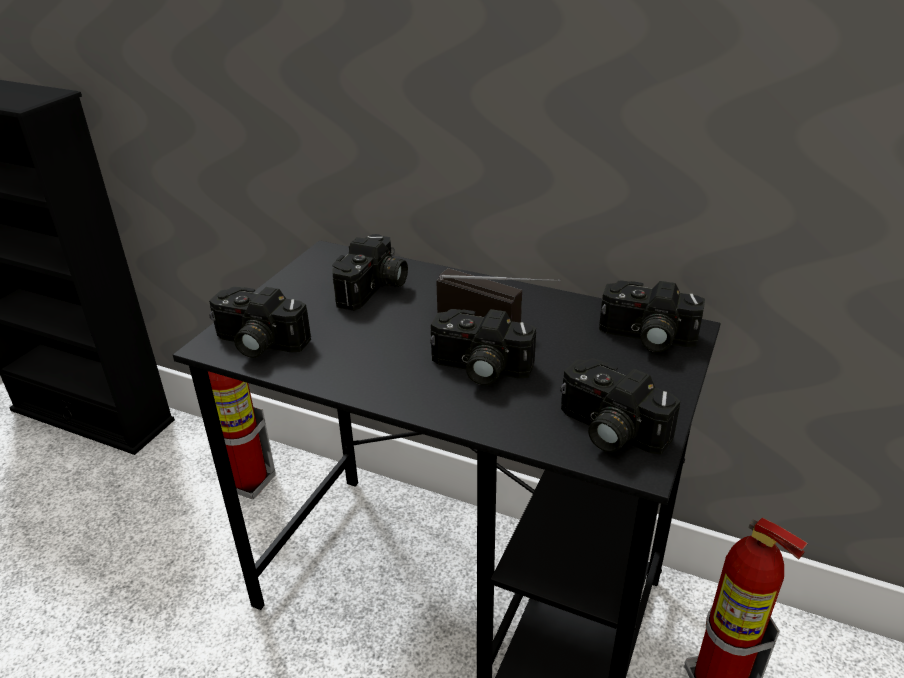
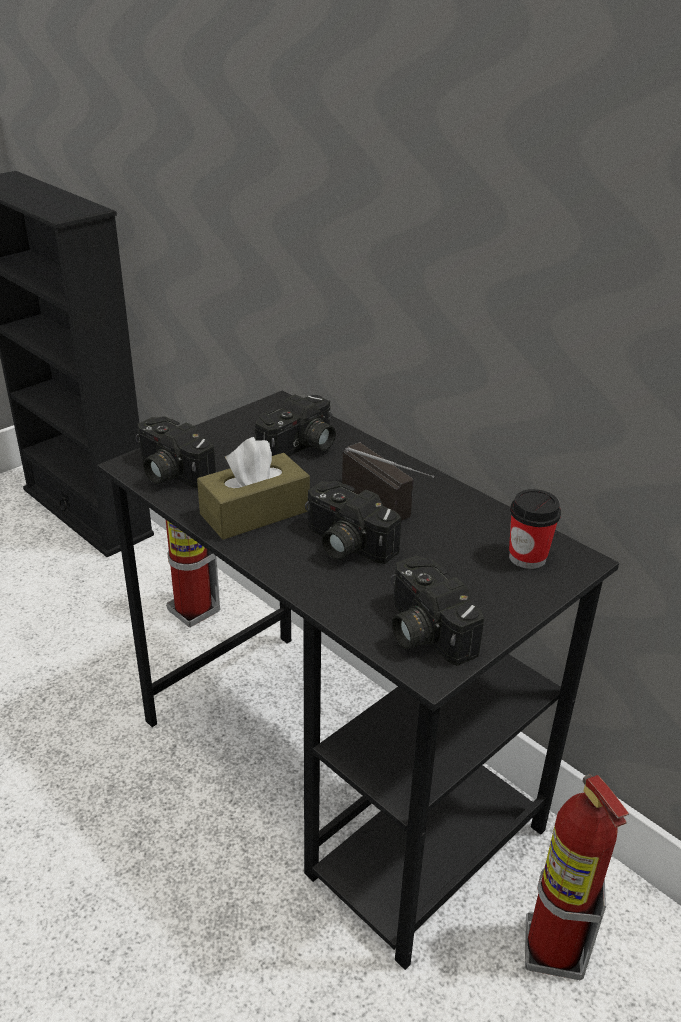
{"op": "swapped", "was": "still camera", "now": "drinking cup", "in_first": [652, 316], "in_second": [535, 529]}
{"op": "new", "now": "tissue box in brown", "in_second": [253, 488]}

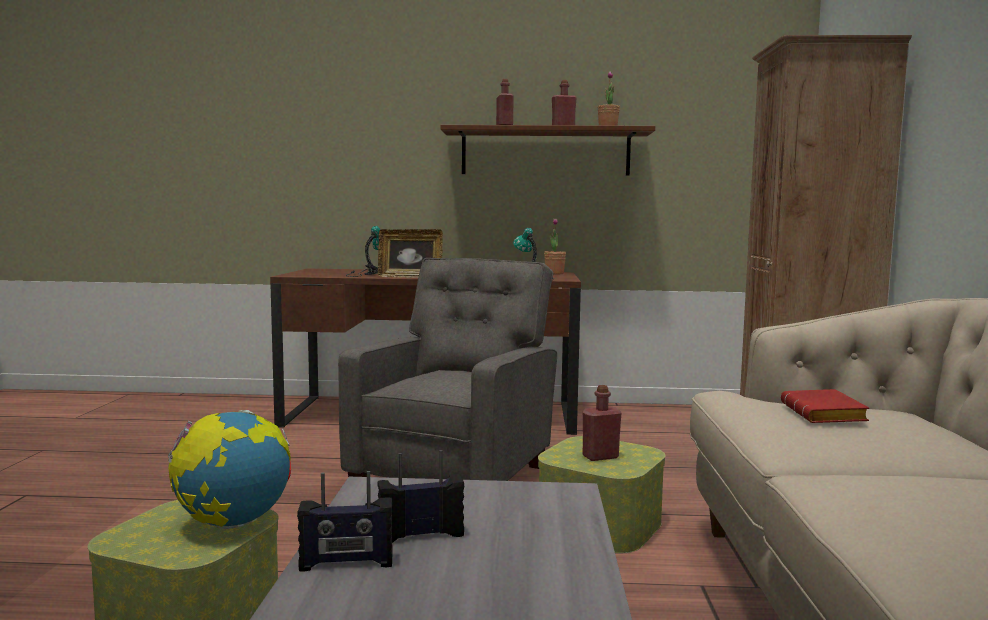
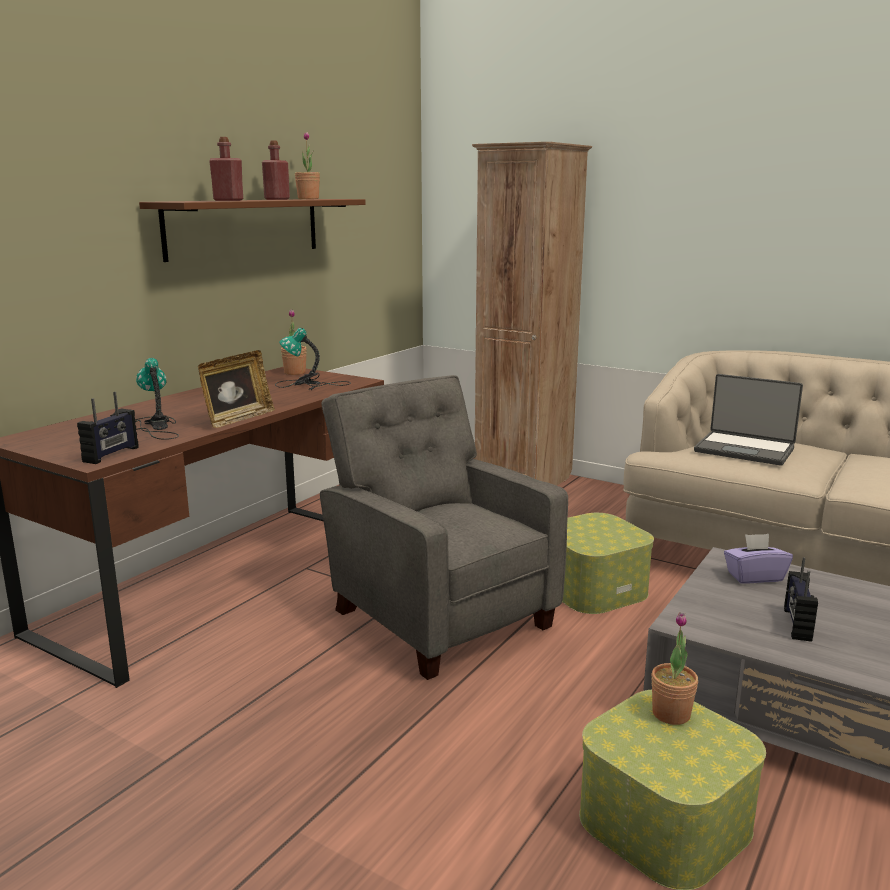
{"op": "swapped", "was": "globe", "now": "houseplant", "in_first": [229, 469], "in_second": [674, 668]}
{"op": "shifted", "was": "radio", "in_first": [345, 521], "in_second": [107, 428]}
{"op": "gone", "was": "beverage bottle in red-coloured", "in_first": [602, 423]}
{"op": "swapped", "was": "bound book in red-coloured", "now": "laptop", "in_first": [825, 406], "in_second": [748, 419]}
{"op": "new", "now": "tissue box in purple", "in_second": [758, 559]}

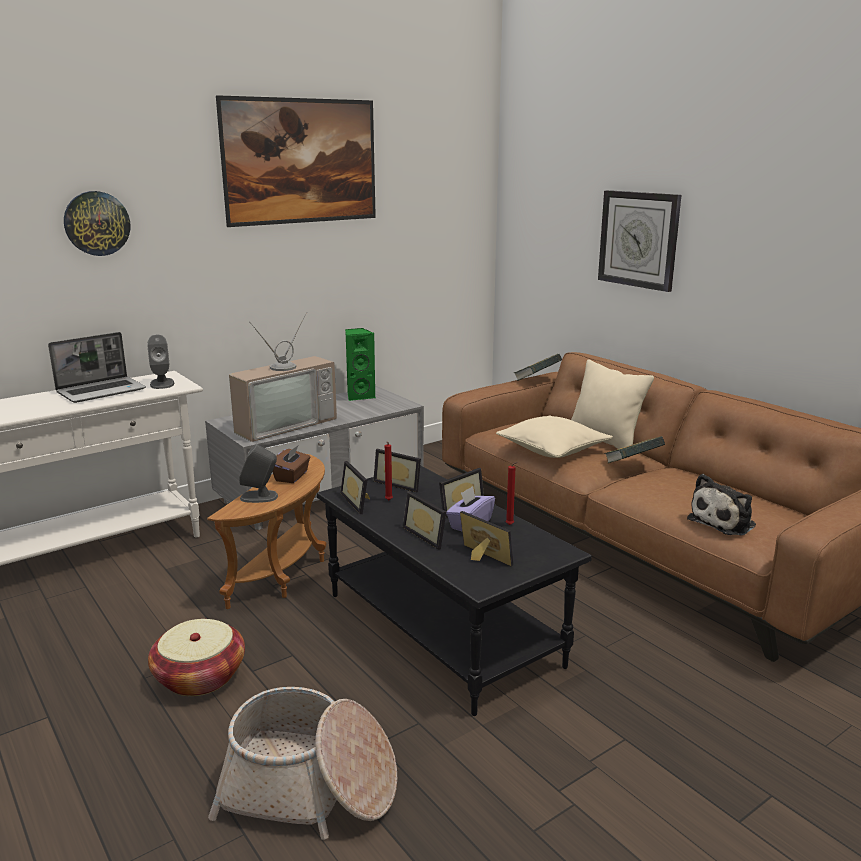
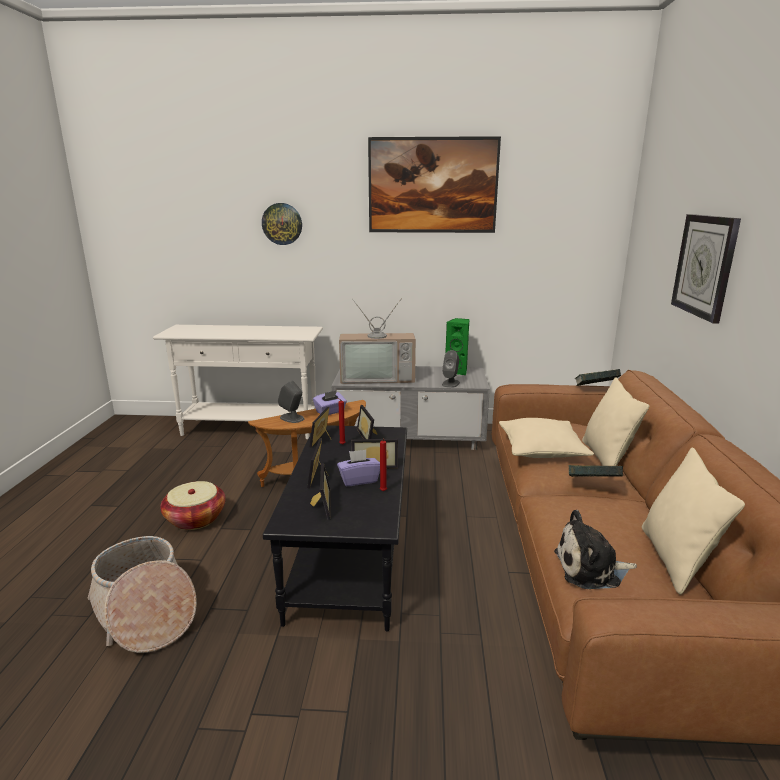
{"op": "gone", "was": "laptop", "in_first": [97, 367]}
{"op": "shifted", "was": "speaker in greyish", "in_first": [160, 362], "in_second": [451, 369]}
{"op": "repainted", "was": "tissue box in brown", "now": "tissue box in purple", "in_first": [291, 464], "in_second": [330, 402]}
{"op": "new", "now": "throw pillow in beige-coloured", "in_second": [693, 521]}

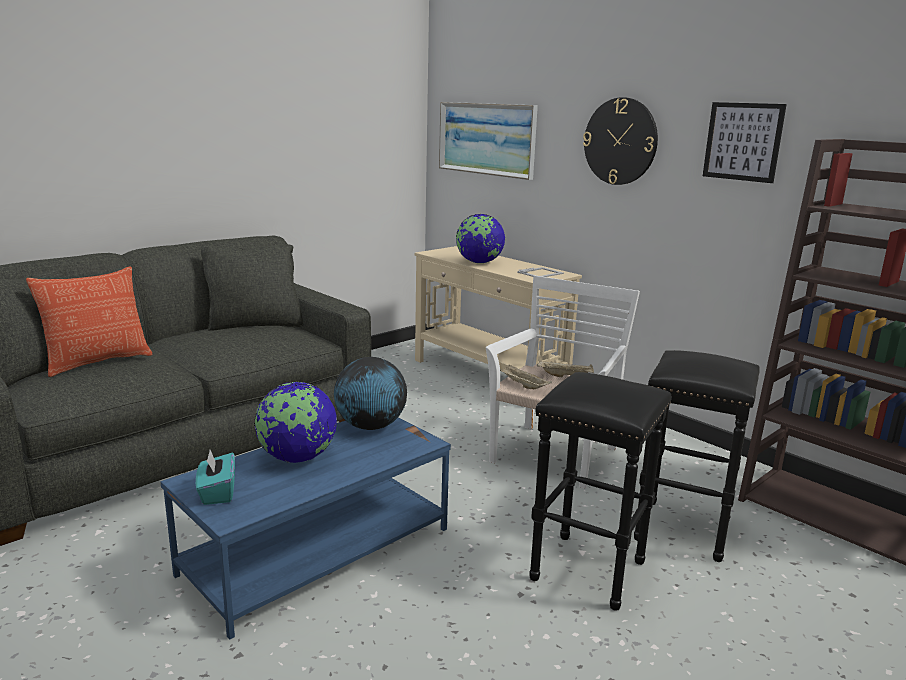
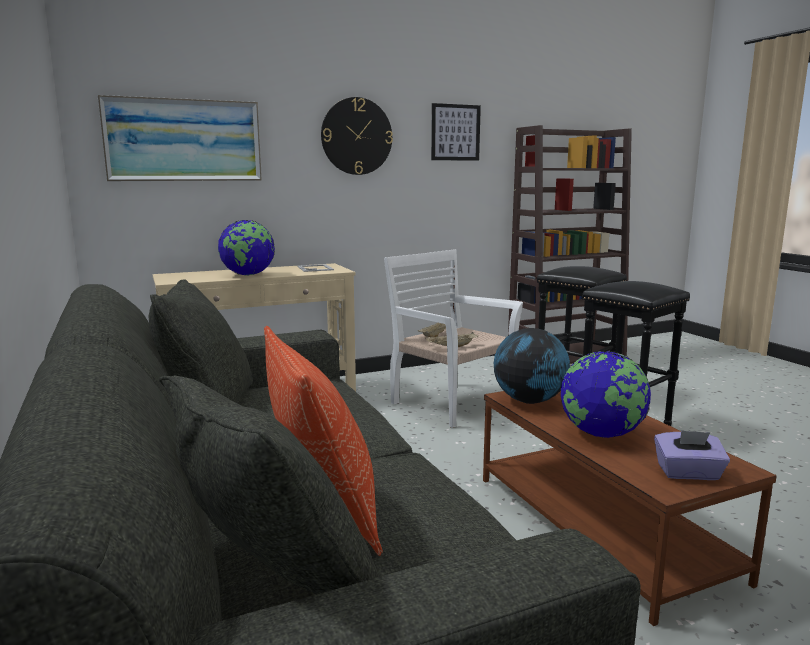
{"op": "repainted", "was": "lounge table in bluish", "now": "lounge table in brown", "in_first": [305, 528], "in_second": [630, 508]}
{"op": "repainted", "was": "tissue box in turquoise-coloured", "now": "tissue box in purple", "in_first": [215, 477], "in_second": [692, 455]}

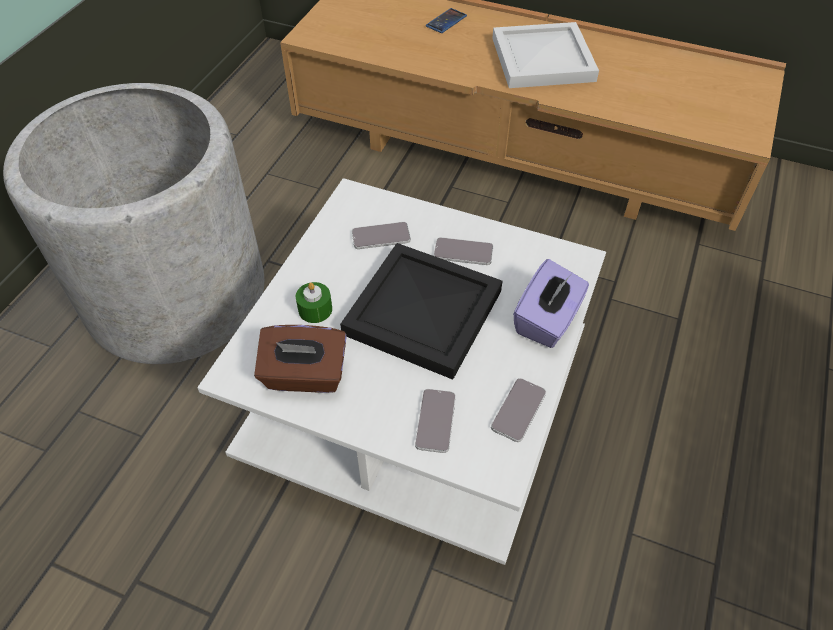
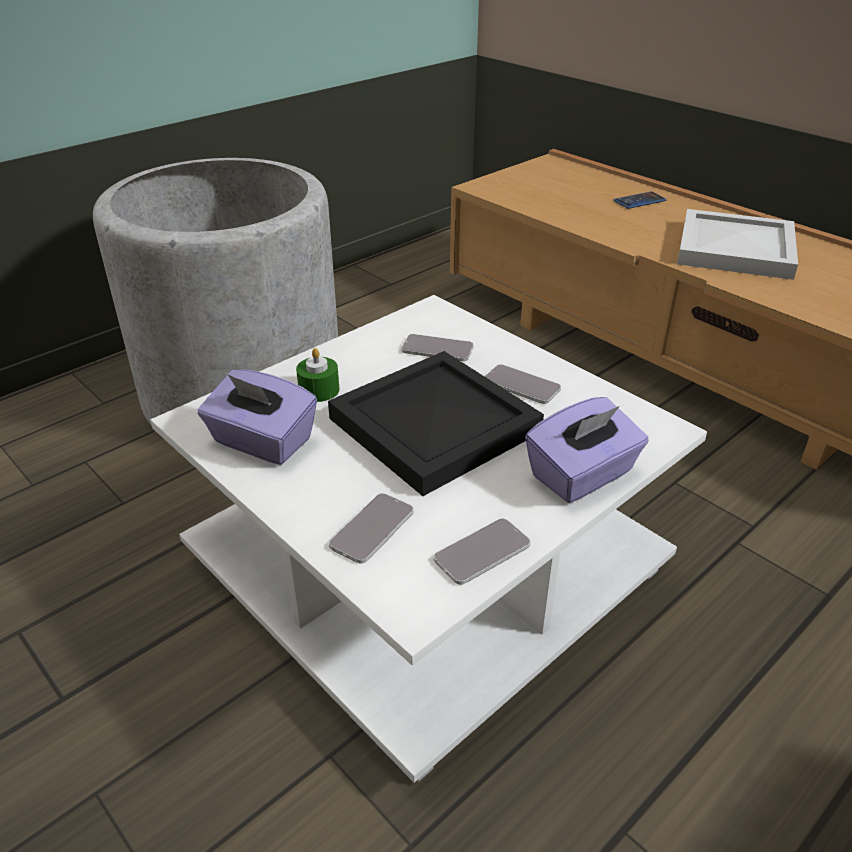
{"op": "repainted", "was": "tissue box in brown", "now": "tissue box in purple", "in_first": [300, 359], "in_second": [257, 417]}

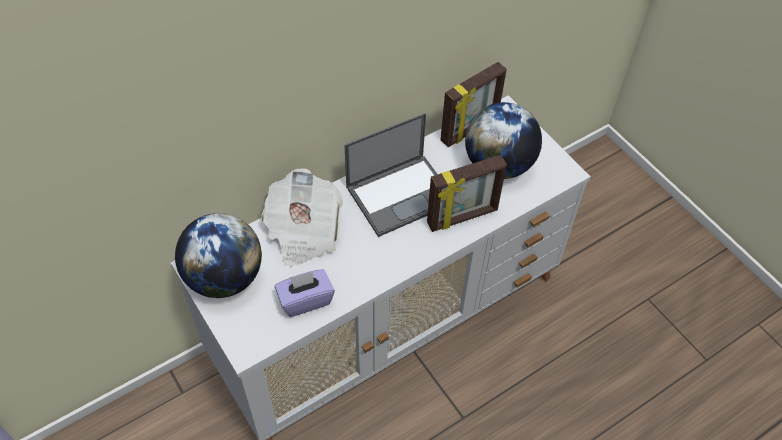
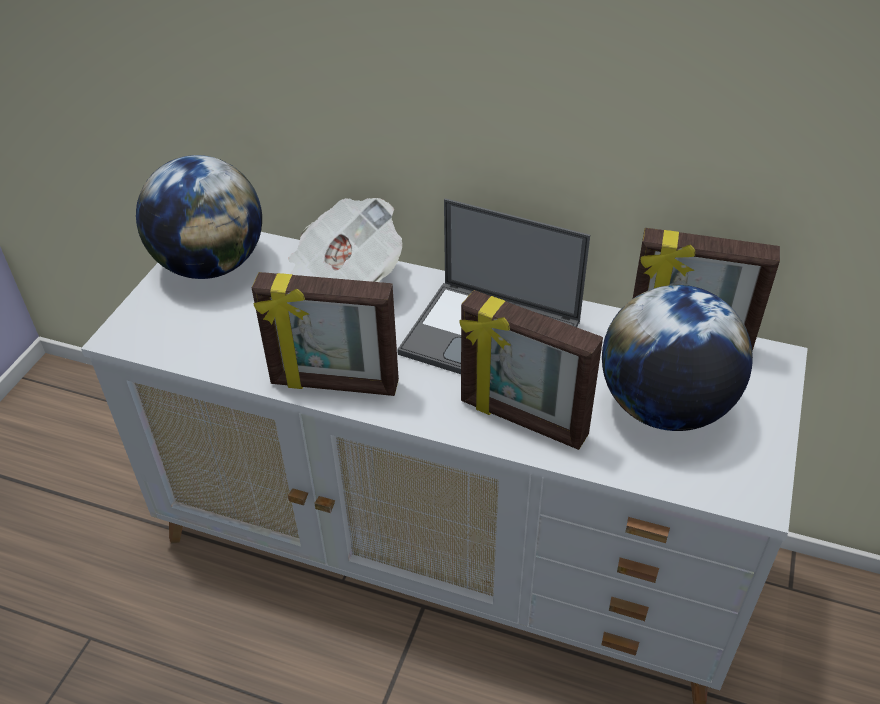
{"op": "gone", "was": "tissue box in purple", "in_first": [305, 293]}
{"op": "new", "now": "standing frame", "in_second": [325, 334]}

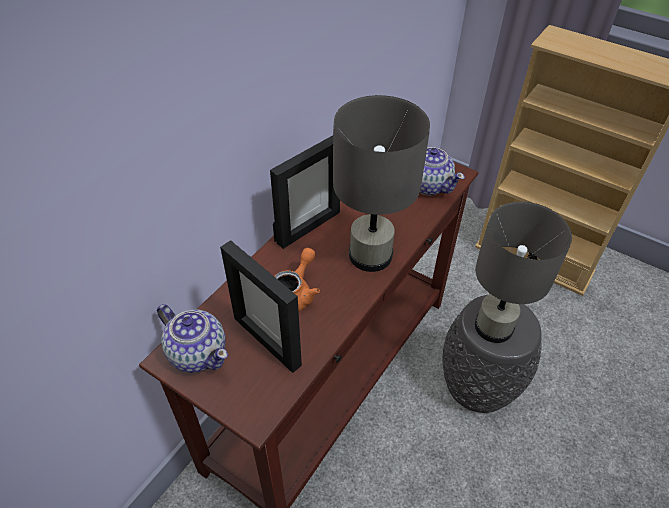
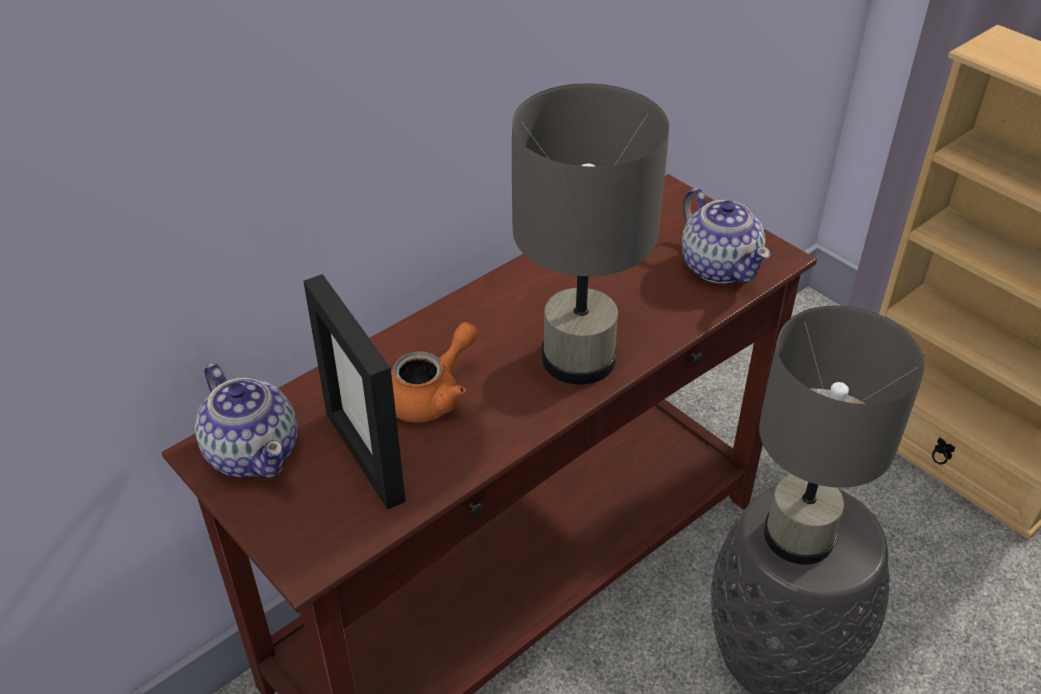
{"op": "gone", "was": "standing frame", "in_first": [305, 192]}

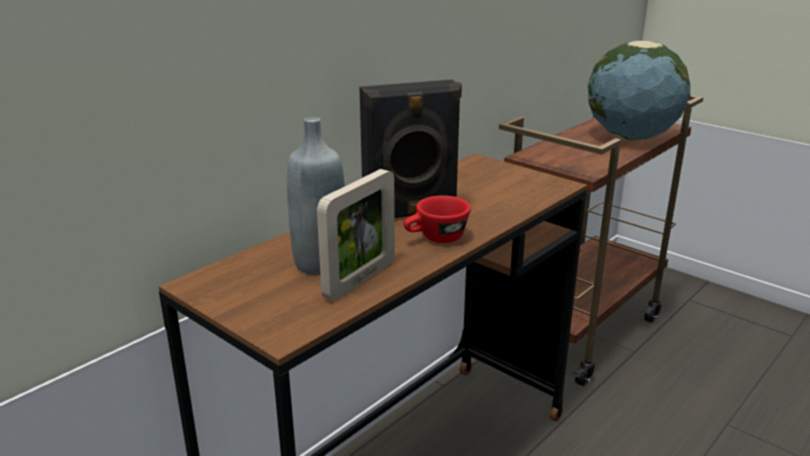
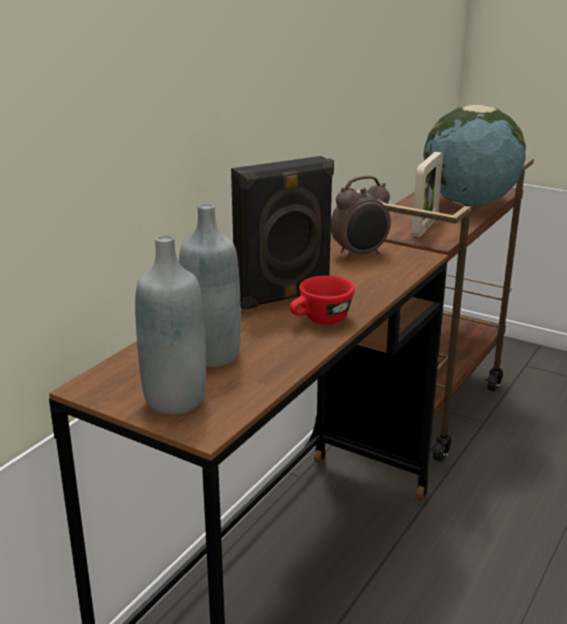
{"op": "shifted", "was": "standing frame", "in_first": [356, 235], "in_second": [427, 194]}
{"op": "new", "now": "beverage bottle in greyish", "in_second": [170, 325]}
{"op": "new", "now": "bedside clock", "in_second": [361, 218]}

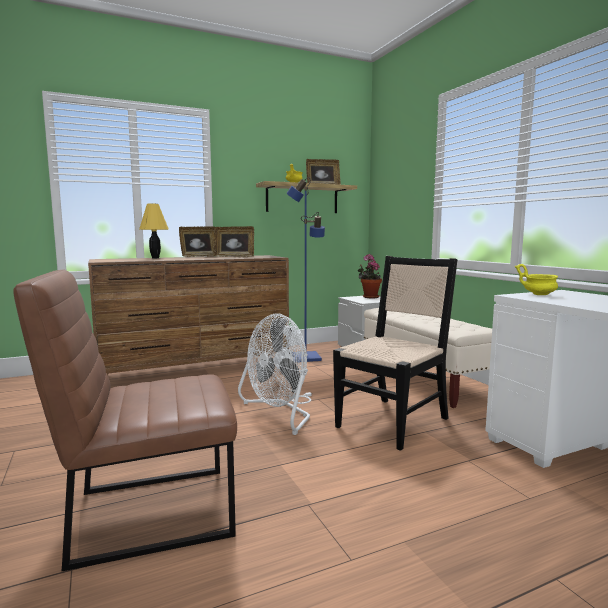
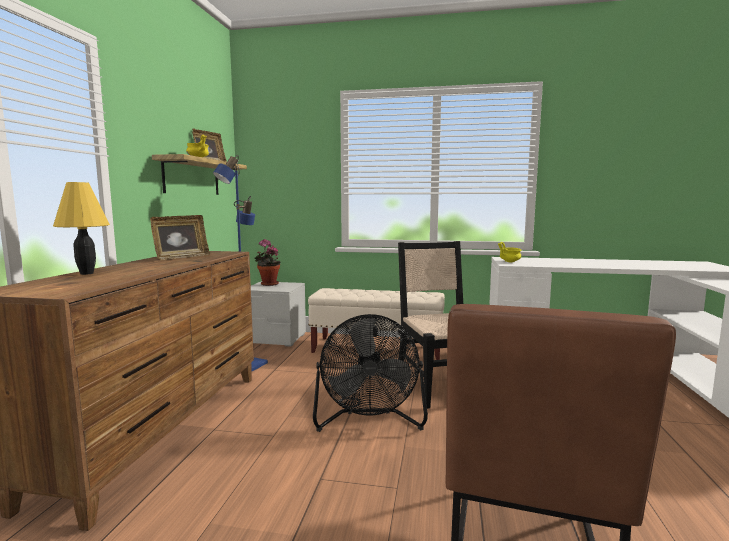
{"op": "gone", "was": "standing frame", "in_first": [197, 241]}
{"op": "repainted", "was": "fan in whitish", "now": "fan in black", "in_first": [275, 374], "in_second": [370, 373]}

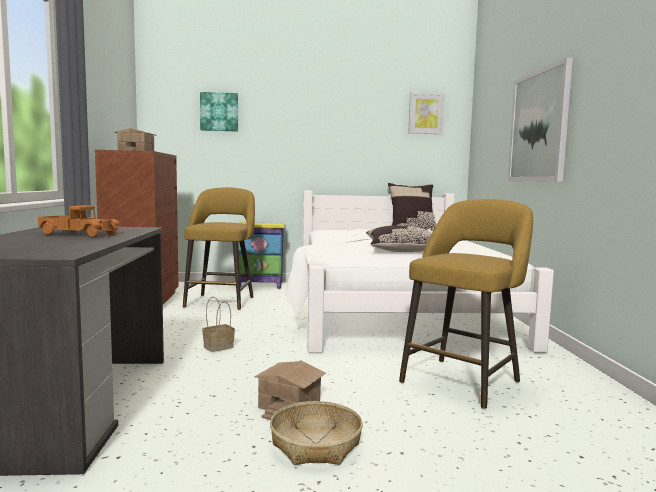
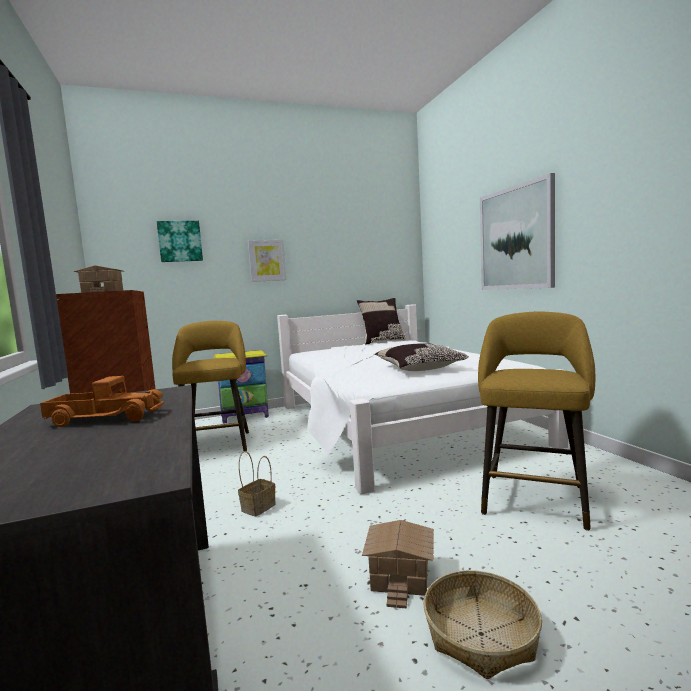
{"op": "shifted", "was": "wall art", "in_first": [426, 113], "in_second": [267, 261]}

